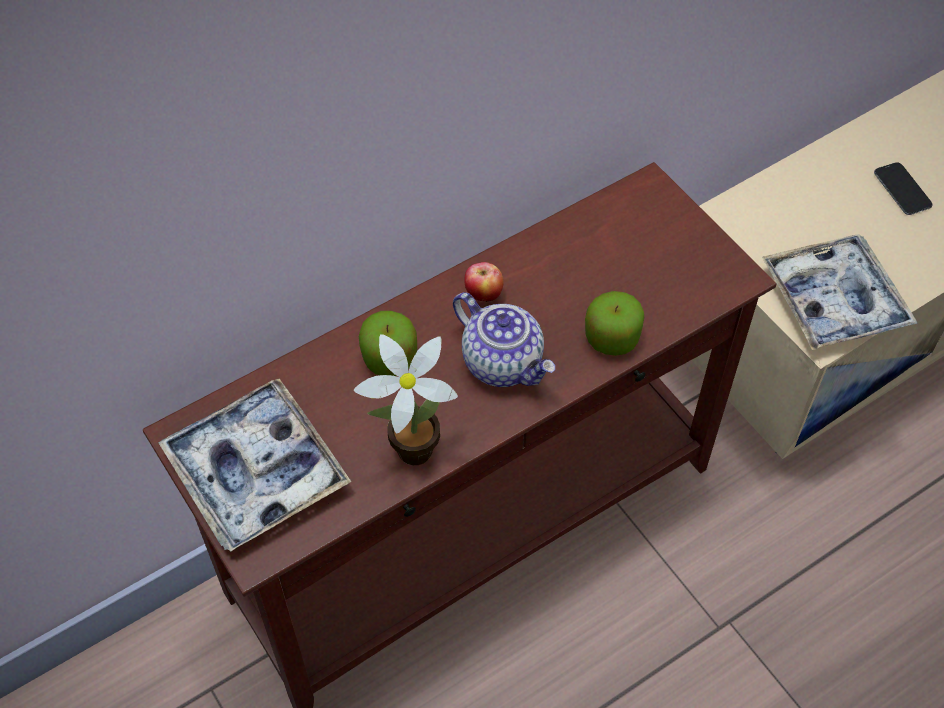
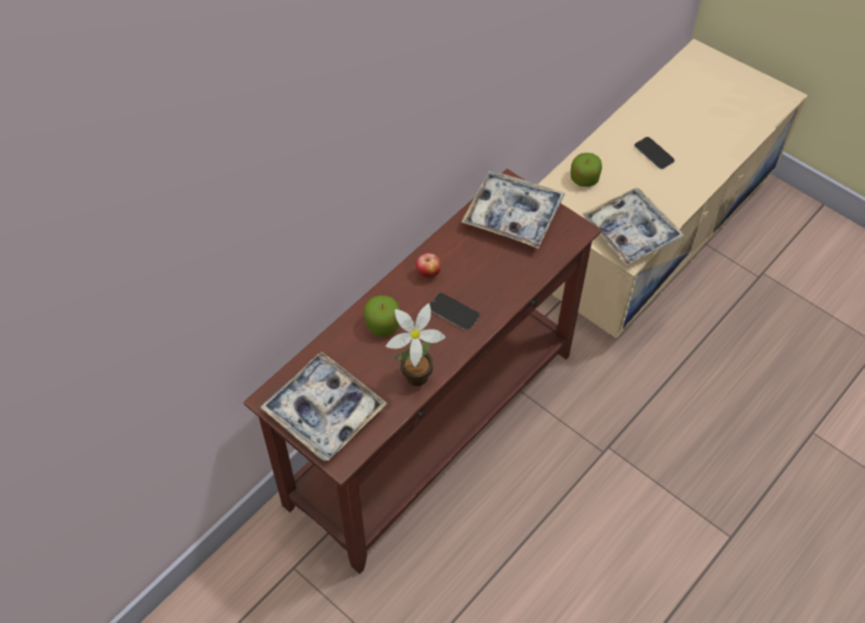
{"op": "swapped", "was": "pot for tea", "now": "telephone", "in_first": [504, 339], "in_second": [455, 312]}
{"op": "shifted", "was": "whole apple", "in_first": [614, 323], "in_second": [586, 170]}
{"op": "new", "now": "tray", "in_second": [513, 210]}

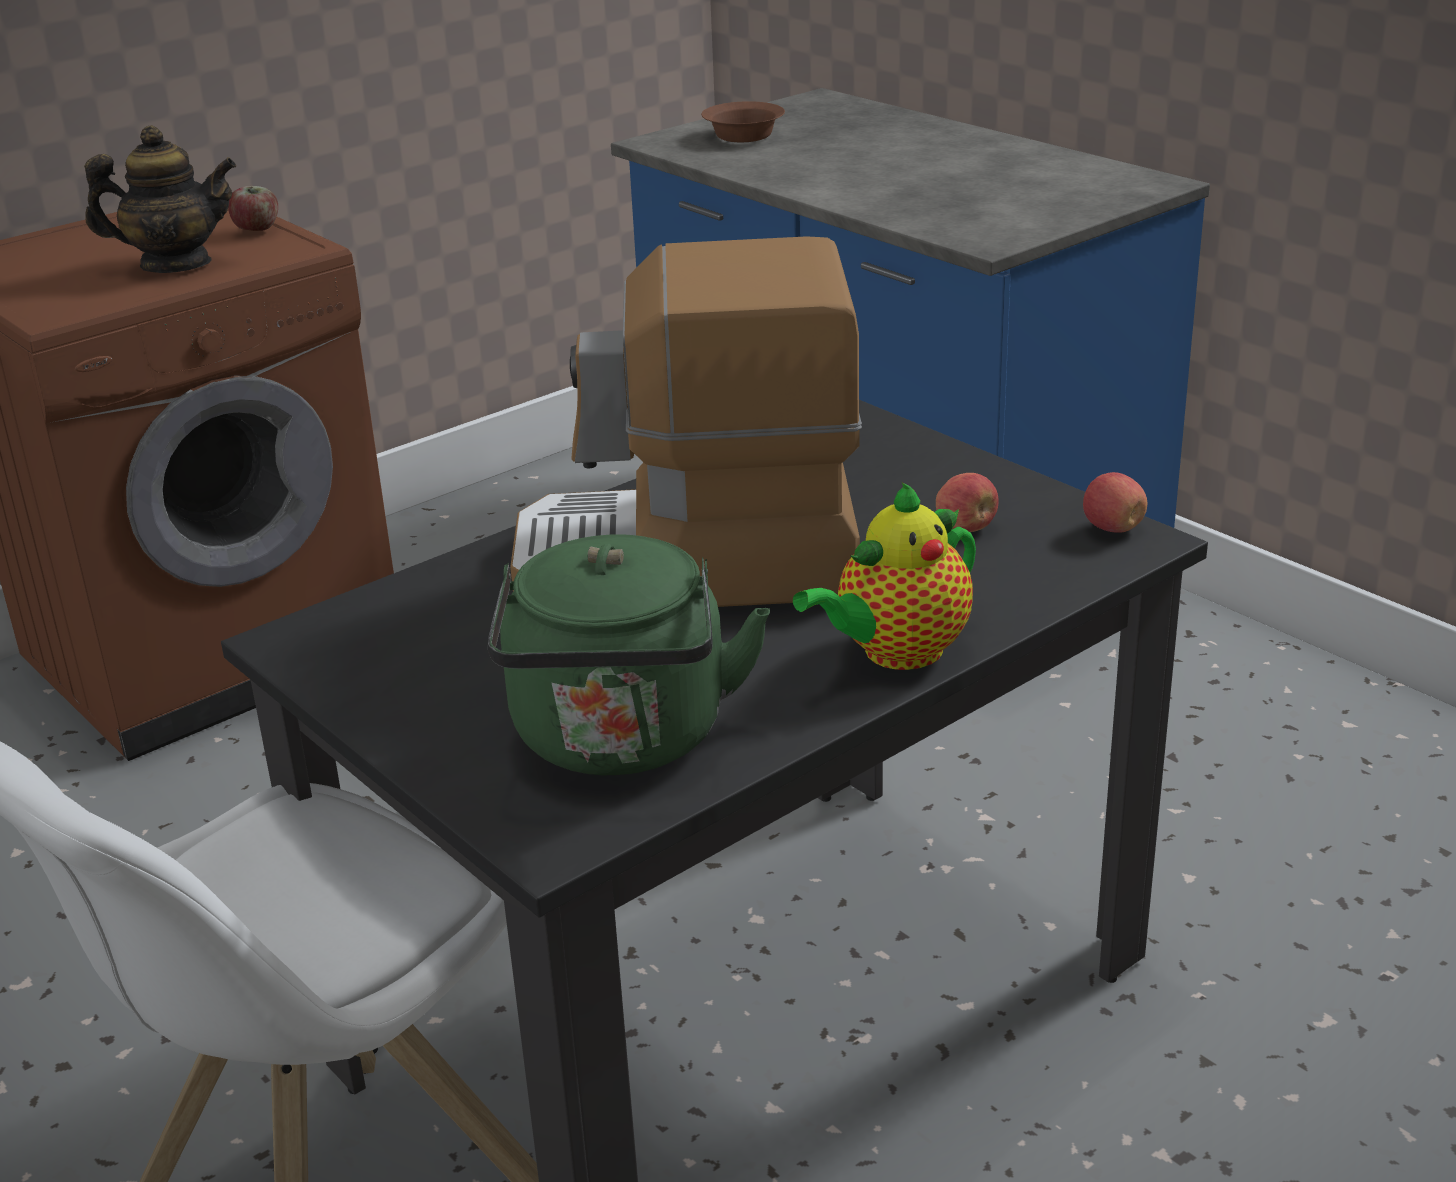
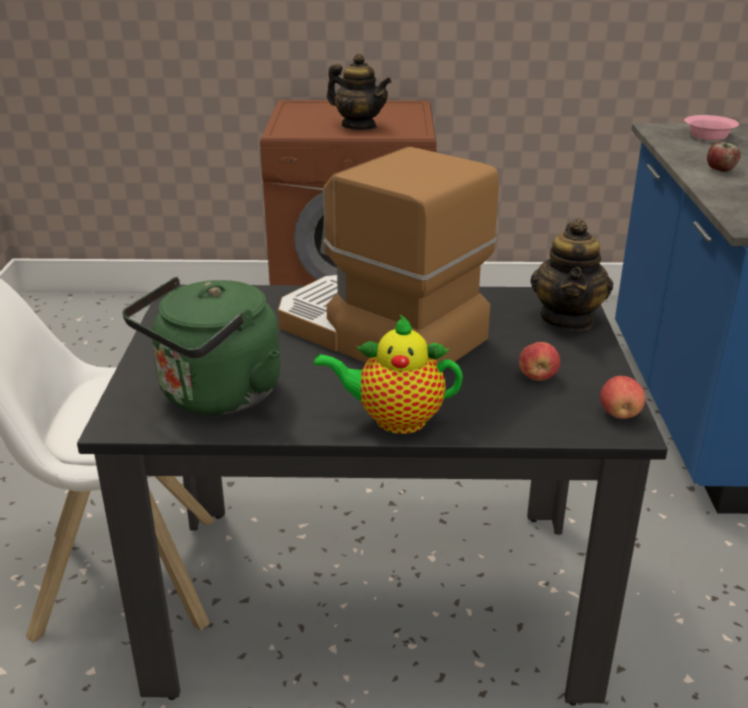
{"op": "shifted", "was": "whole apple", "in_first": [253, 208], "in_second": [724, 157]}
{"op": "repainted", "was": "bowl in brown", "now": "bowl in pink", "in_first": [743, 121], "in_second": [711, 127]}
{"op": "new", "now": "pot for tea", "in_second": [572, 275]}

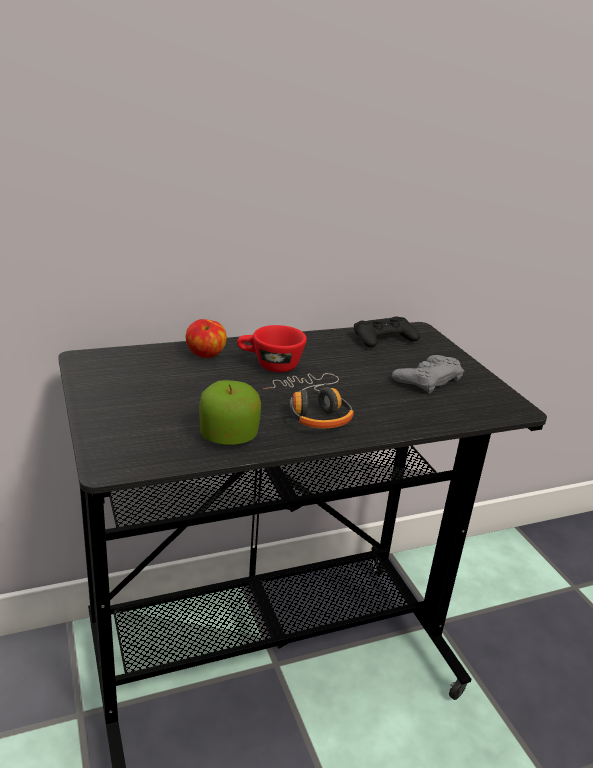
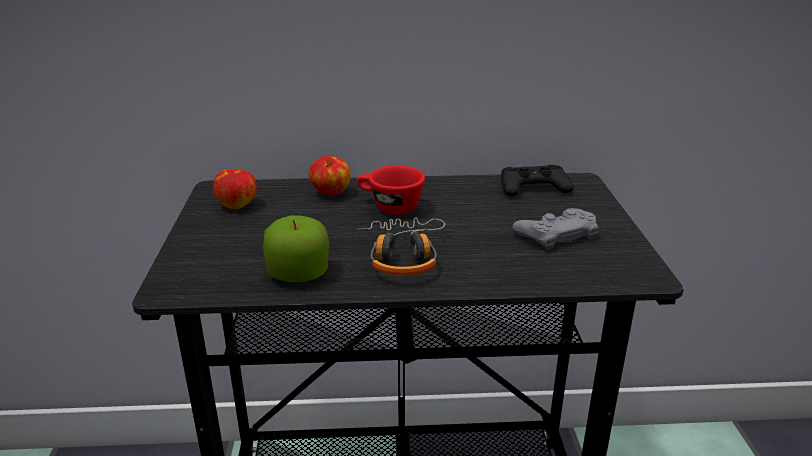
{"op": "new", "now": "whole apple", "in_second": [235, 189]}

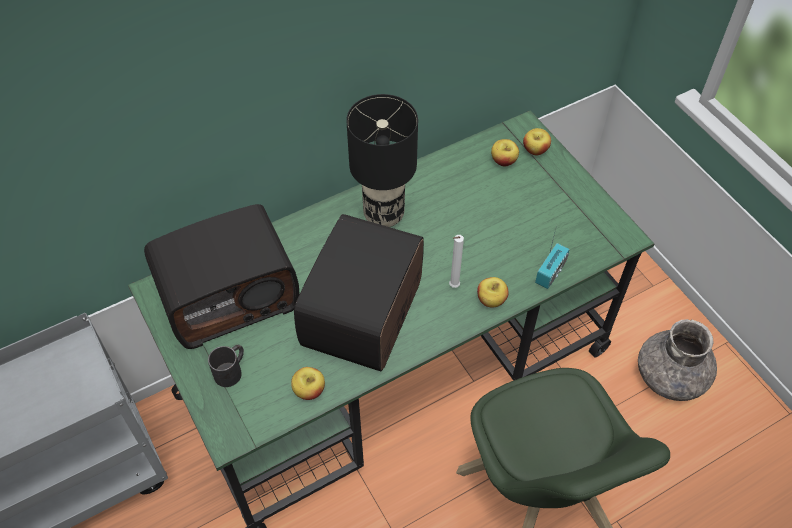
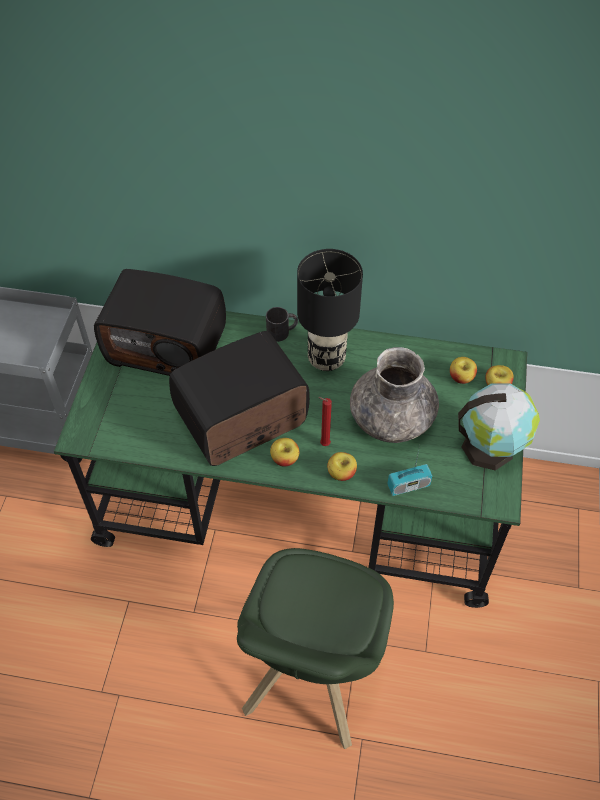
{"op": "shifted", "was": "coffee mug in black", "in_first": [226, 366], "in_second": [282, 324]}
{"op": "shifted", "was": "whole apple", "in_first": [308, 383], "in_second": [284, 452]}
{"op": "repainted", "was": "candle in whitish", "now": "candle in red-coloured", "in_first": [456, 261], "in_second": [325, 421]}
{"op": "shifted", "was": "vase in greyish", "in_first": [677, 360], "in_second": [394, 395]}
{"op": "new", "now": "globe", "in_second": [499, 427]}

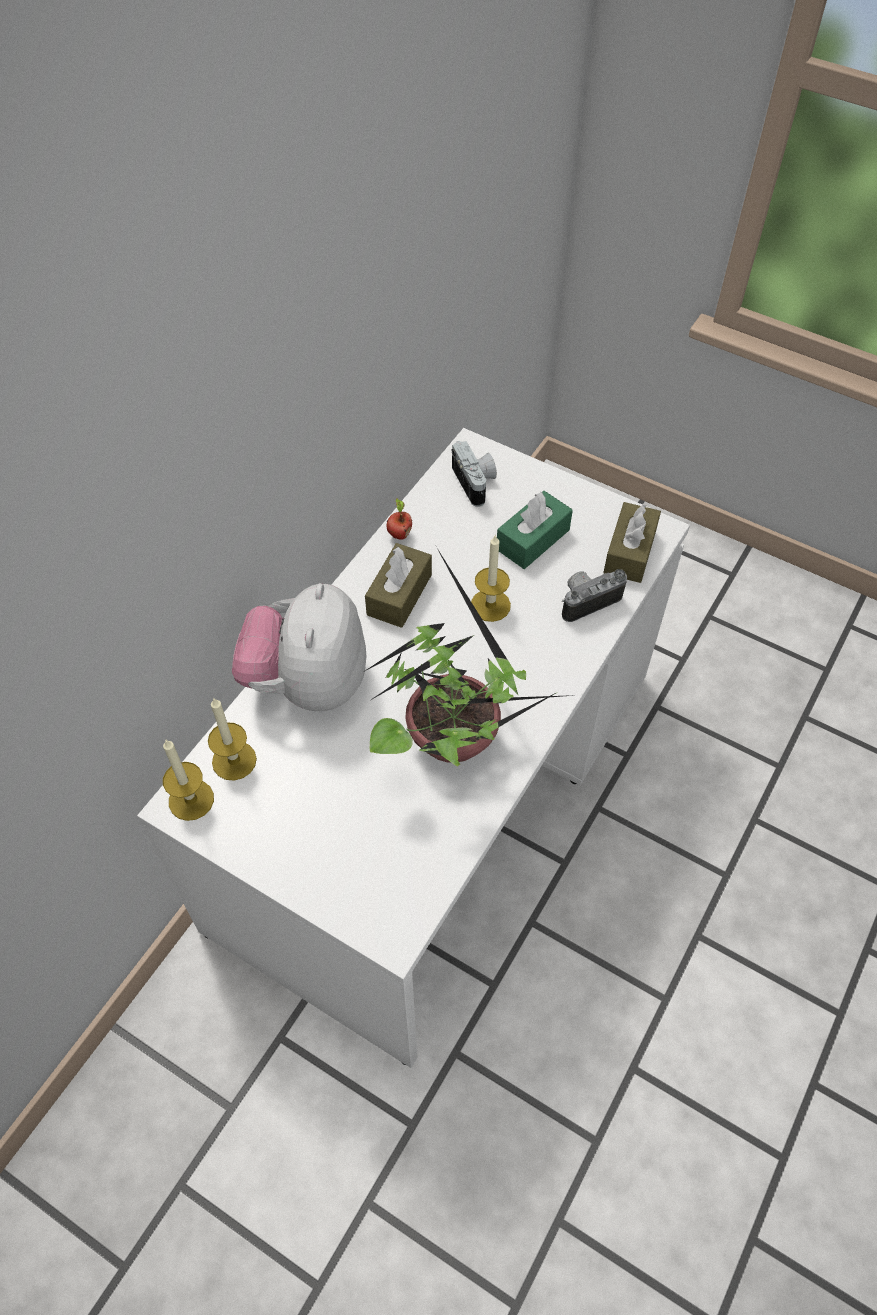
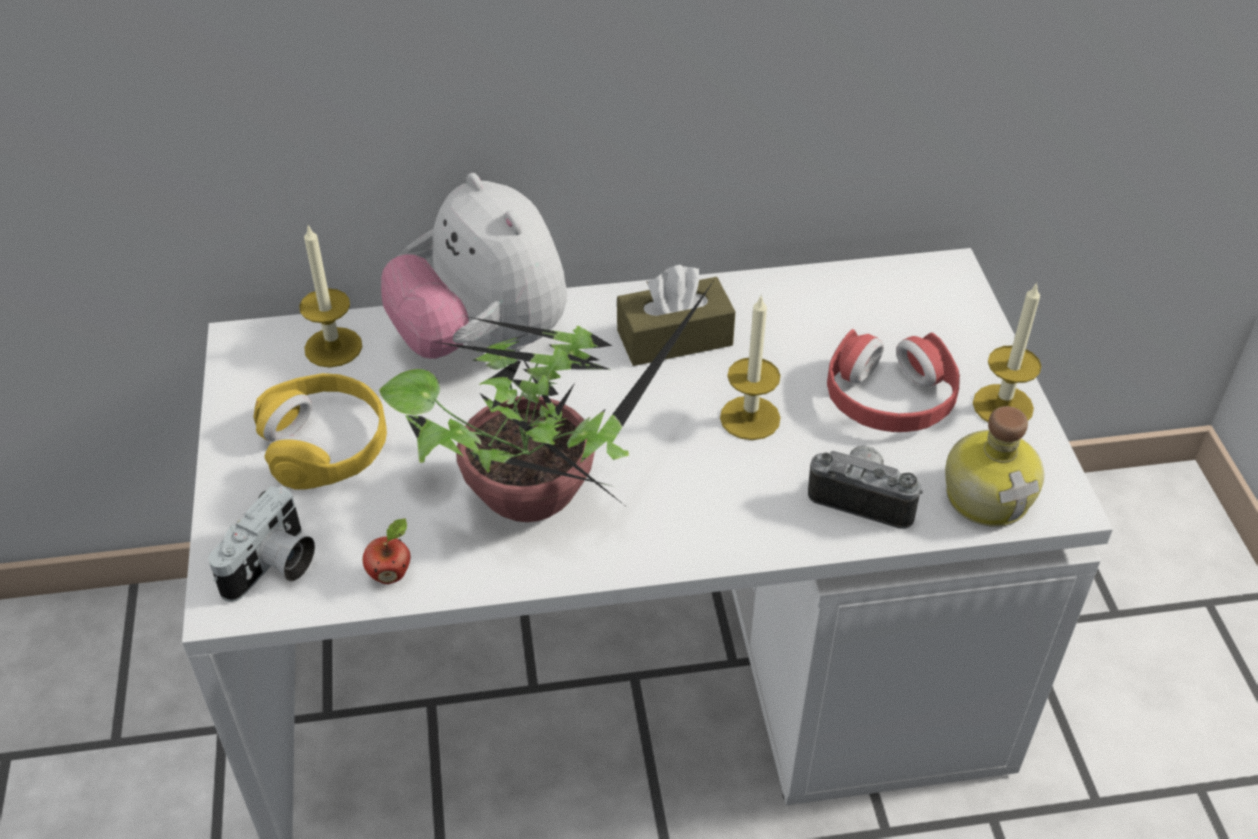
{"op": "shifted", "was": "candle", "in_first": [188, 780], "in_second": [1007, 352]}
{"op": "rotated", "was": "soft toy", "in_first": [299, 647], "in_second": [474, 266], "clockwise": -90}
{"op": "shifted", "was": "whole apple", "in_first": [399, 519], "in_second": [386, 551]}
{"op": "shifted", "was": "still camera", "in_first": [474, 474], "in_second": [261, 544]}
{"op": "swapped", "was": "tissue box in green-coloured", "now": "headset in red-coloured", "in_first": [535, 530], "in_second": [893, 380]}
{"op": "swapped", "was": "tissue box in brown", "now": "beverage bottle", "in_first": [632, 542], "in_second": [994, 466]}
{"op": "new", "now": "headset in yellowish", "in_second": [320, 431]}

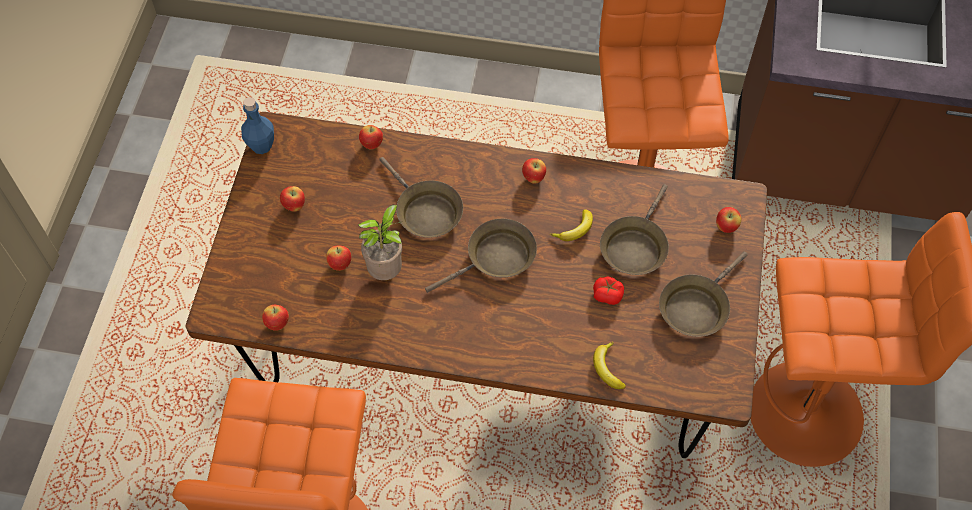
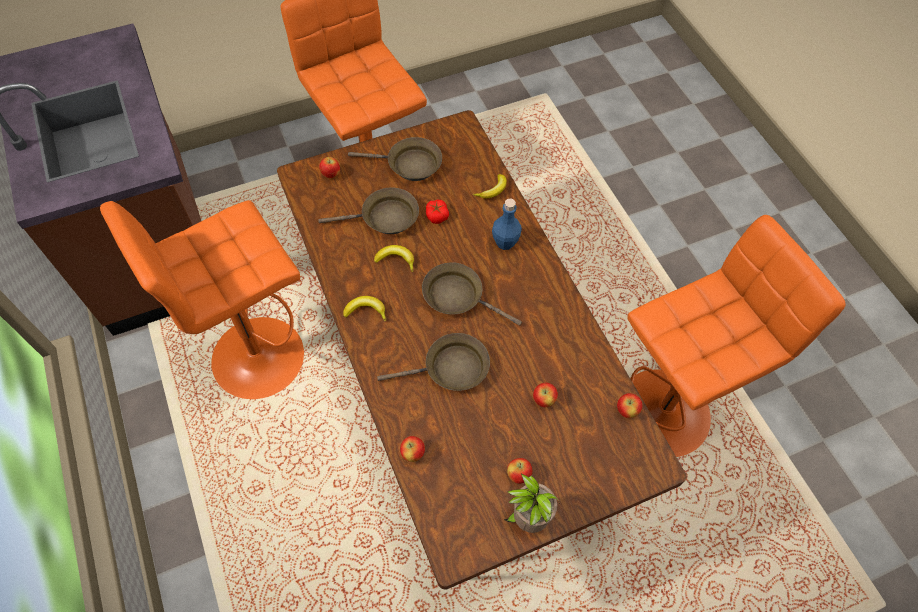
{"op": "shifted", "was": "beverage bottle in bluish", "in_first": [257, 125], "in_second": [507, 224]}
{"op": "shifted", "was": "houseplant", "in_first": [380, 242], "in_second": [532, 503]}
{"op": "rotated", "was": "frying pan in brown", "in_first": [421, 197], "in_second": [433, 362], "clockwise": 60}
{"op": "swapped", "was": "whole apple", "now": "whole banana", "in_first": [534, 171], "in_second": [364, 309]}

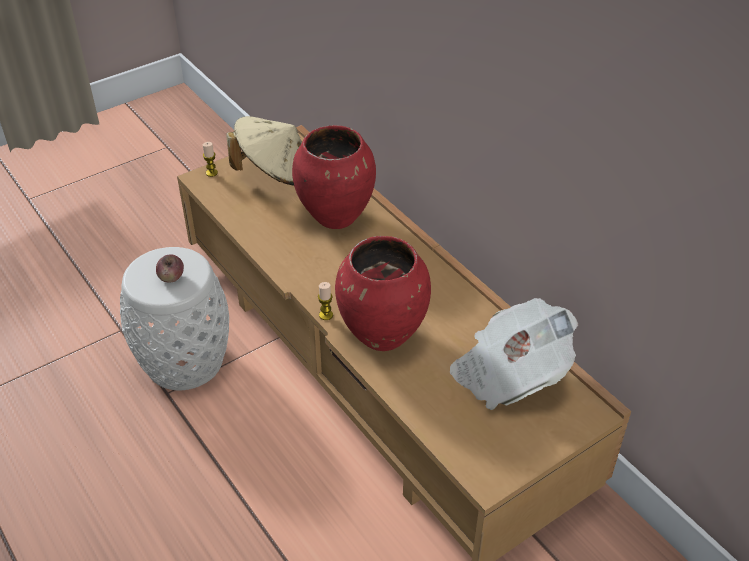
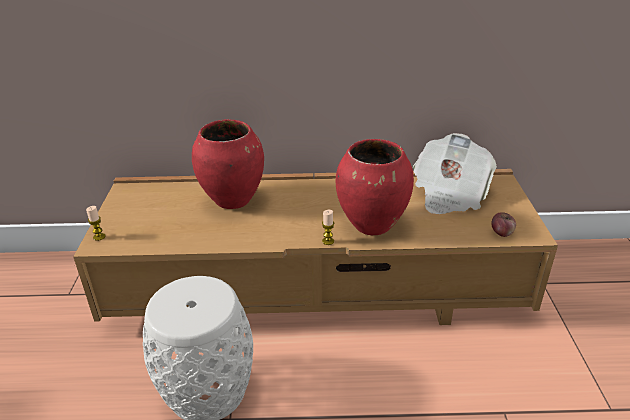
{"op": "shifted", "was": "whole apple", "in_first": [170, 268], "in_second": [504, 224]}
{"op": "gone", "was": "hat in beige-coloured", "in_first": [264, 151]}

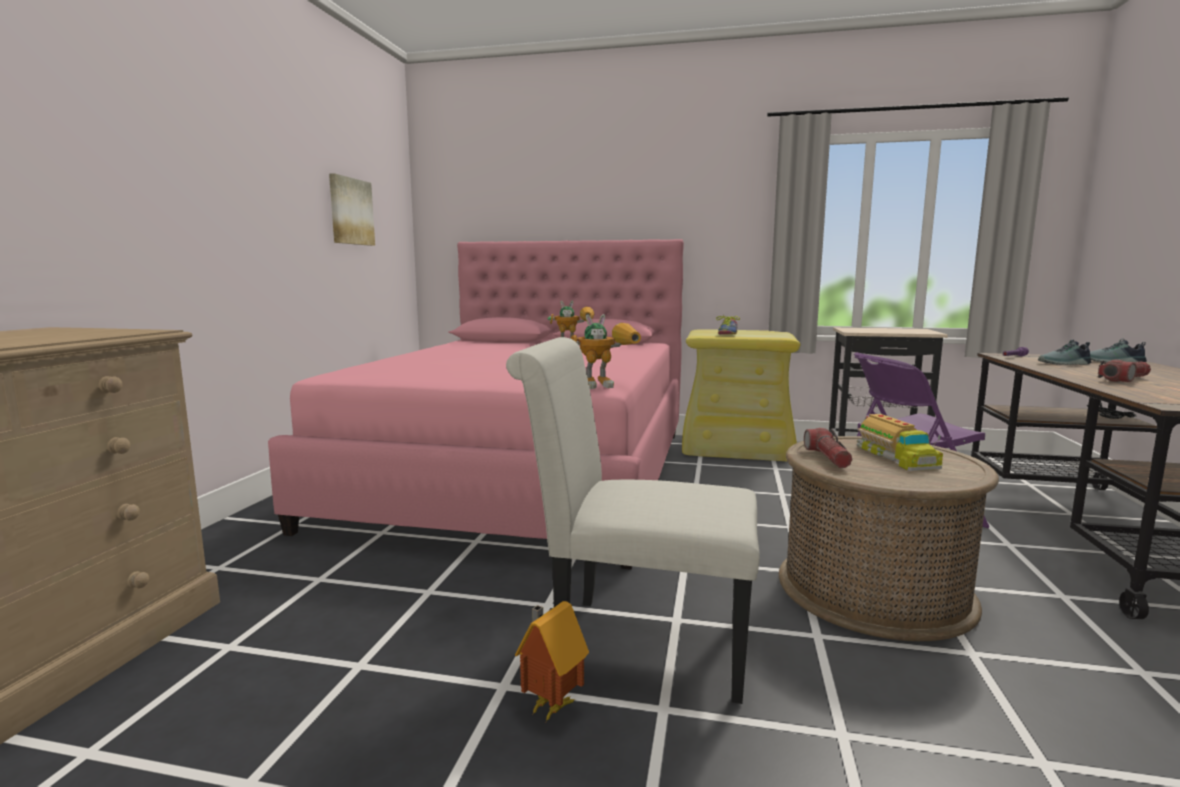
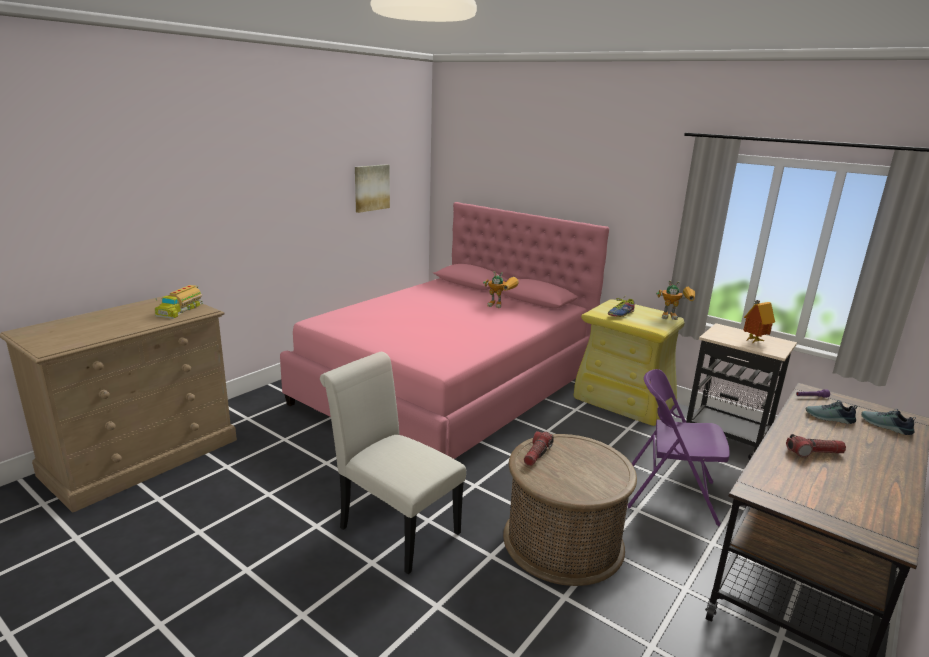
{"op": "shifted", "was": "toy house", "in_first": [552, 661], "in_second": [759, 321]}
{"op": "shifted", "was": "model robot", "in_first": [606, 351], "in_second": [675, 300]}
{"op": "shifted", "was": "toy truck", "in_first": [900, 442], "in_second": [179, 302]}

